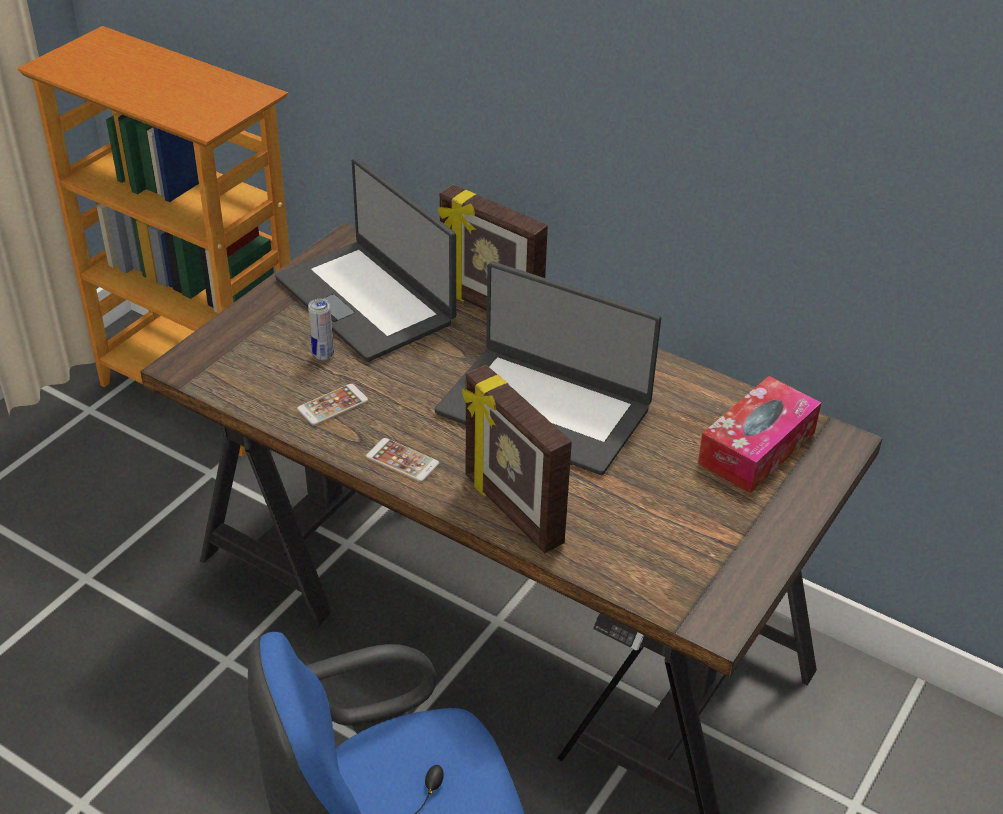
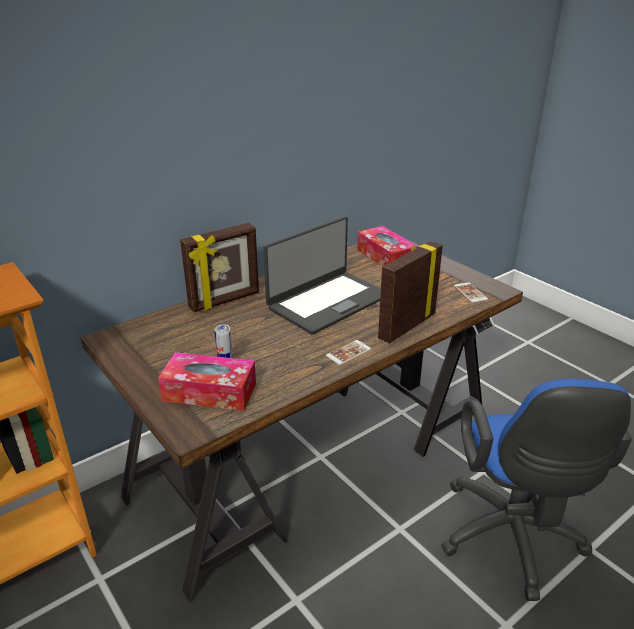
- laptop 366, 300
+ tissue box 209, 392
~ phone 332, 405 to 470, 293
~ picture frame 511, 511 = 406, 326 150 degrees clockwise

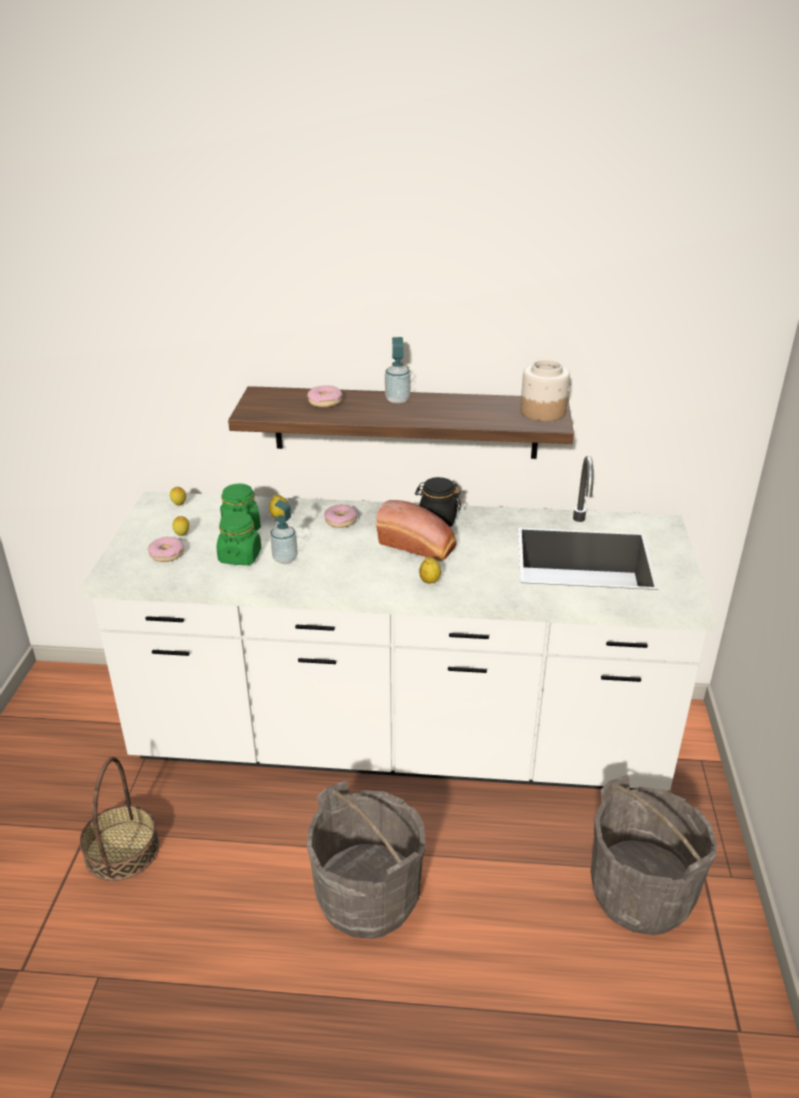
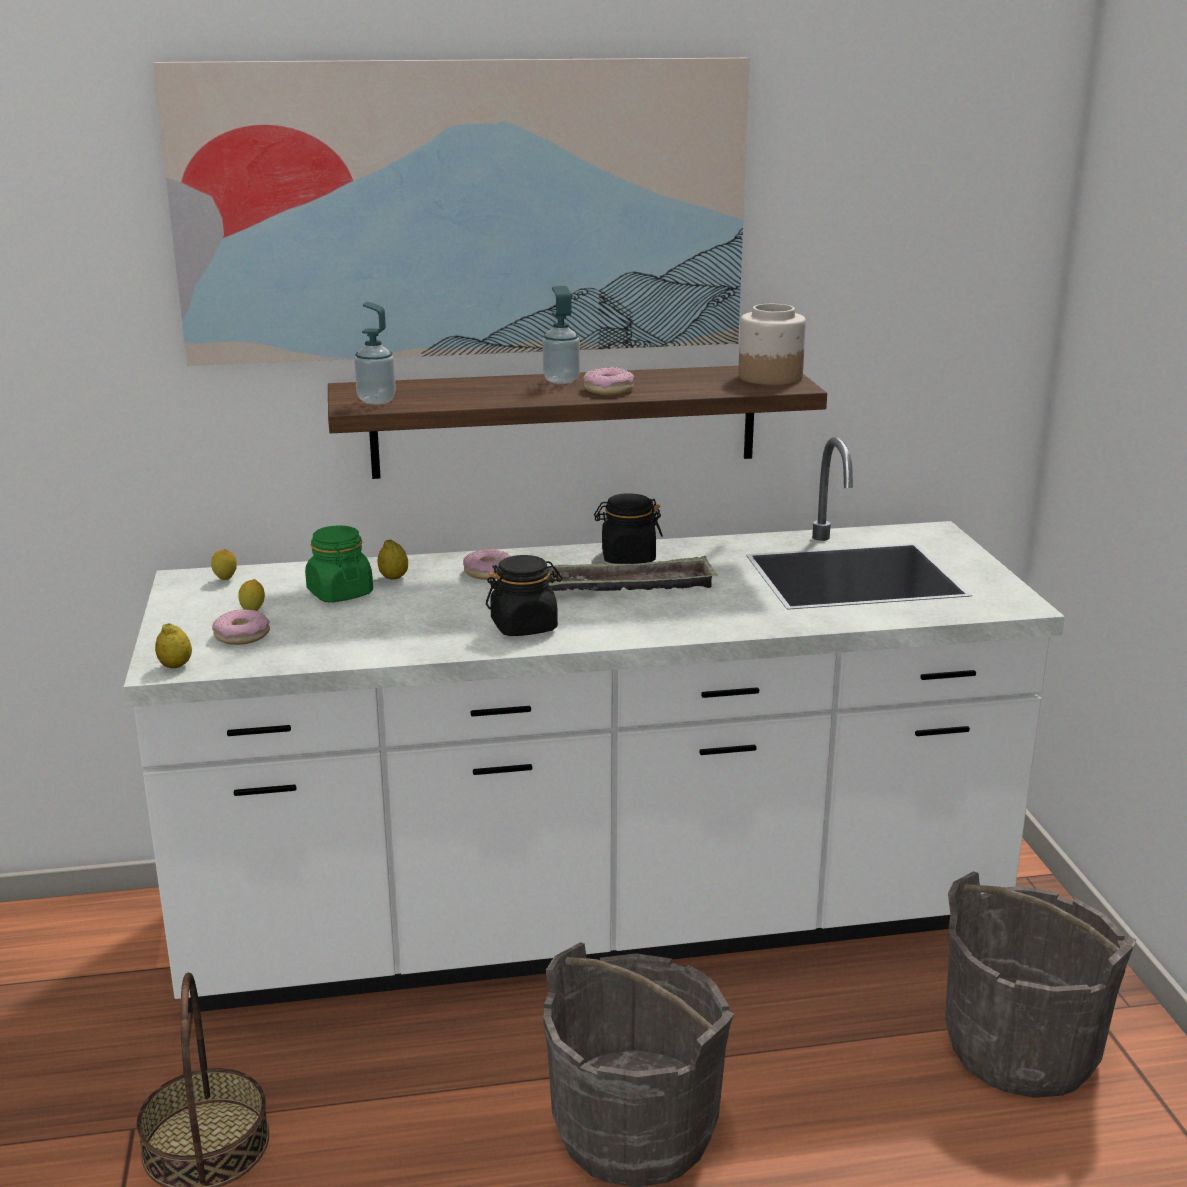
- jar in green 240, 556
+ picture 465, 211
+ jar in black 524, 626
~ soap dispenser 285, 558 to 376, 400
~ donut 325, 402 to 608, 390
~ lemon 429, 581 to 175, 666
~ bread 419, 546 to tray 620, 587

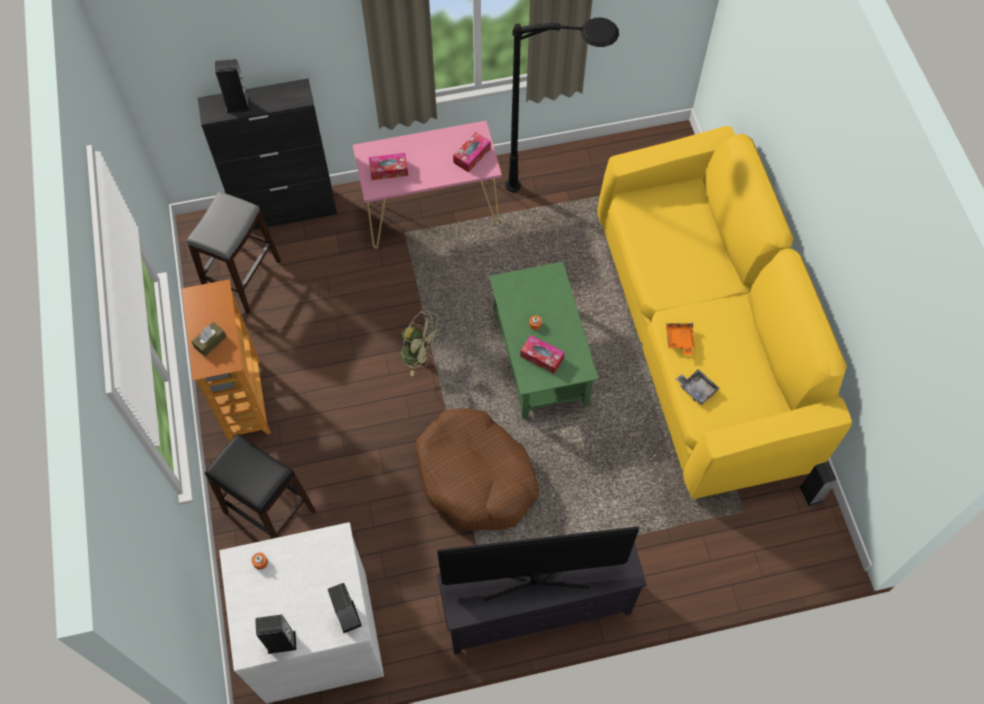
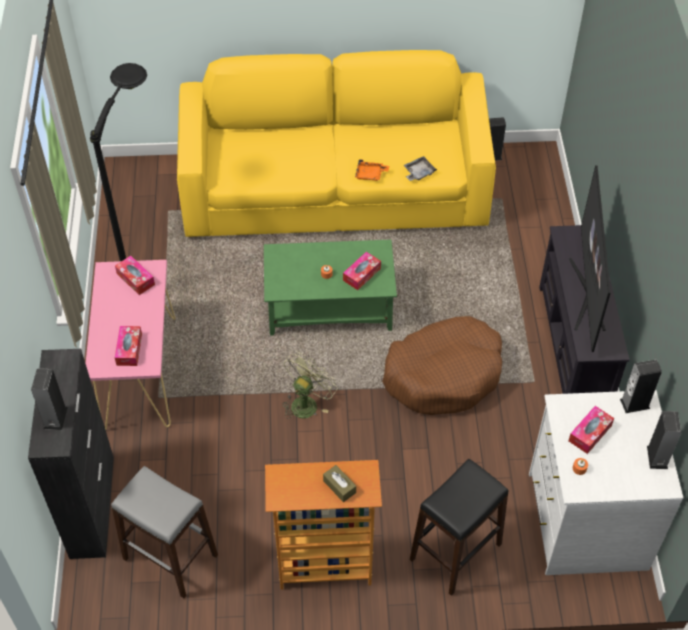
+ tissue box 590, 433

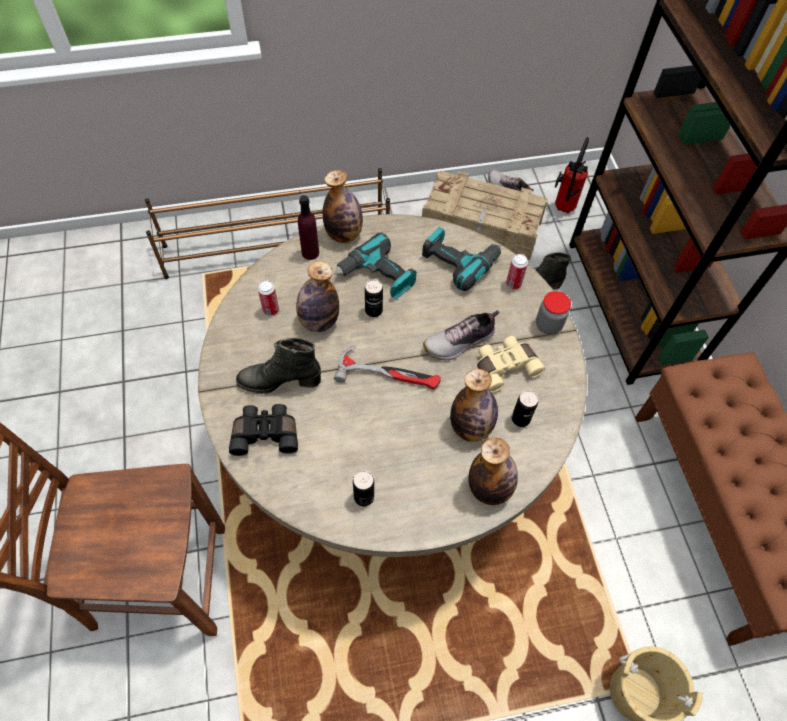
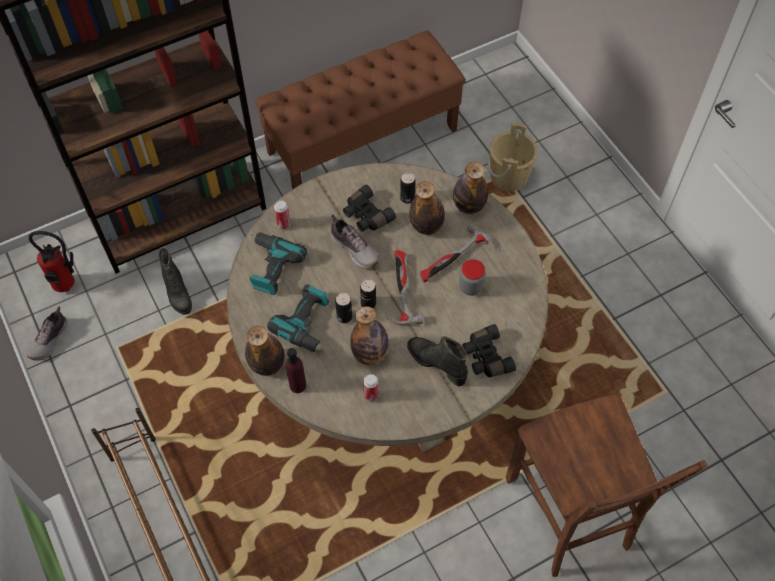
- crate 482, 227
+ hammer 454, 259
~ can 364, 497 to 368, 303
~ jar 548, 325 to 470, 287
~ binoculars in beige 504, 366 to binoculars in black 366, 215
~ boot in black 280, 381 = 437, 363 150 degrees clockwise

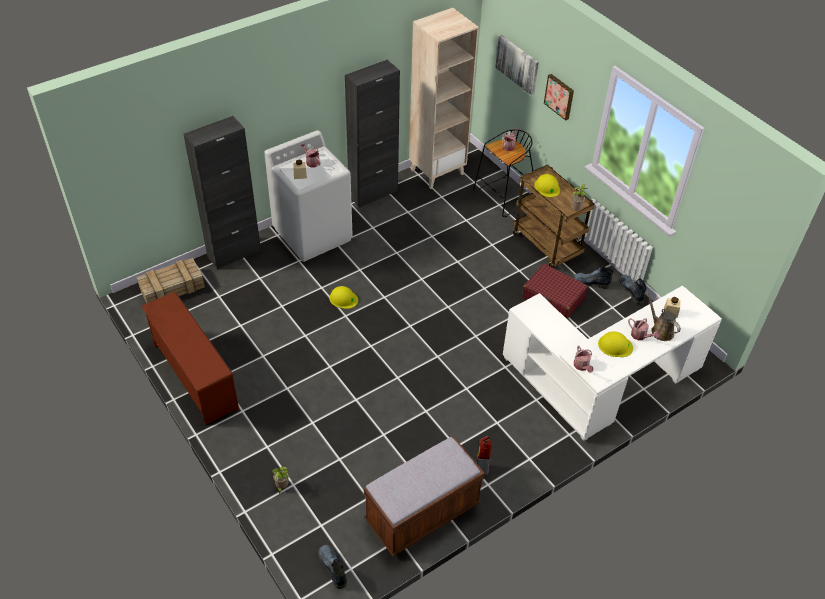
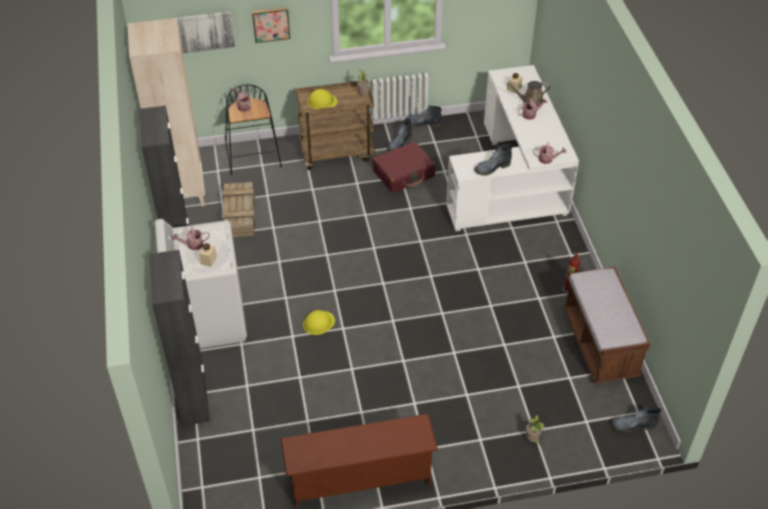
- hard hat in yellow 615, 345
+ boot 491, 168
~ crate 171, 288 to 240, 216

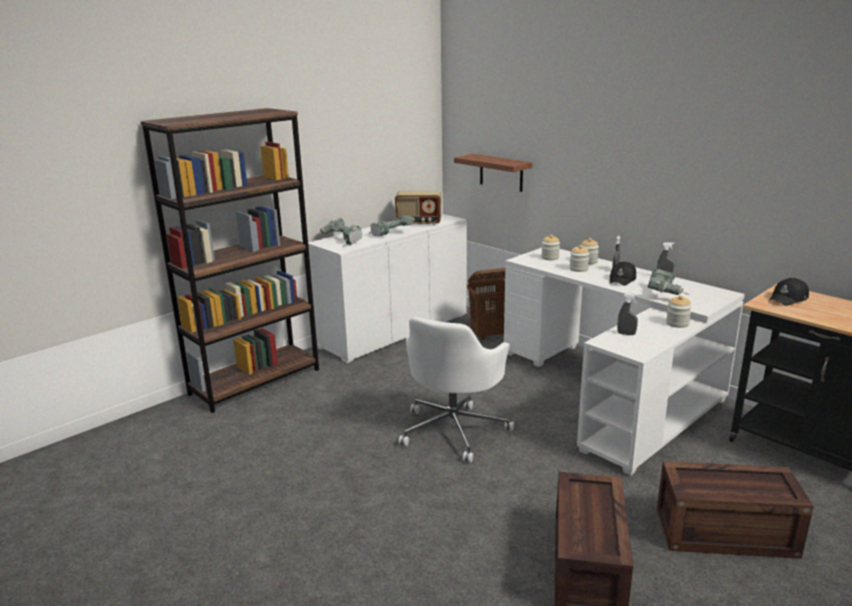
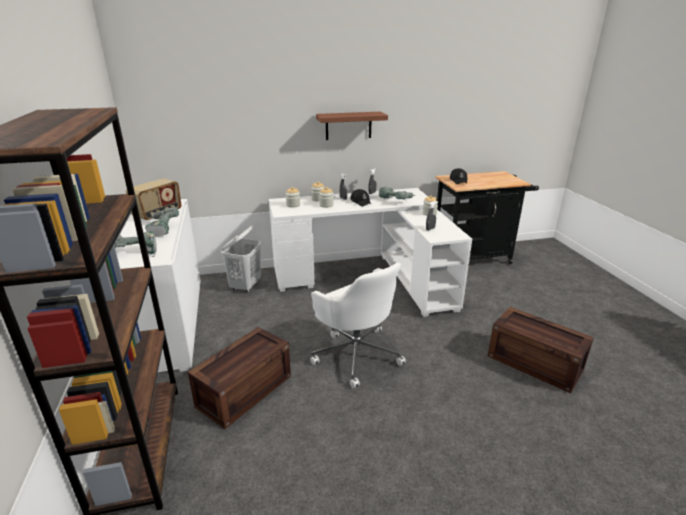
~ shelf 501, 172 to 348, 125
~ crate 726, 531 to 245, 389
~ laundry basket in brown 490, 335 to laundry basket in white 246, 286

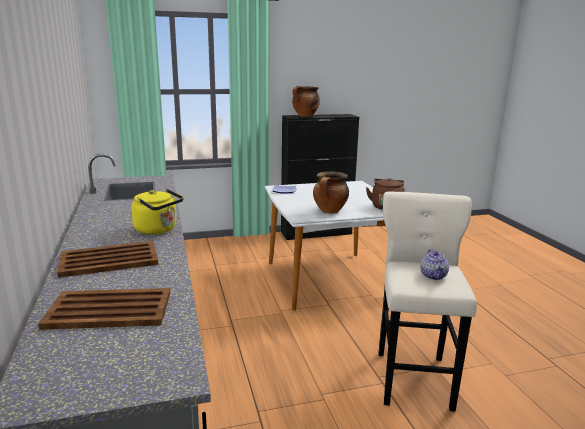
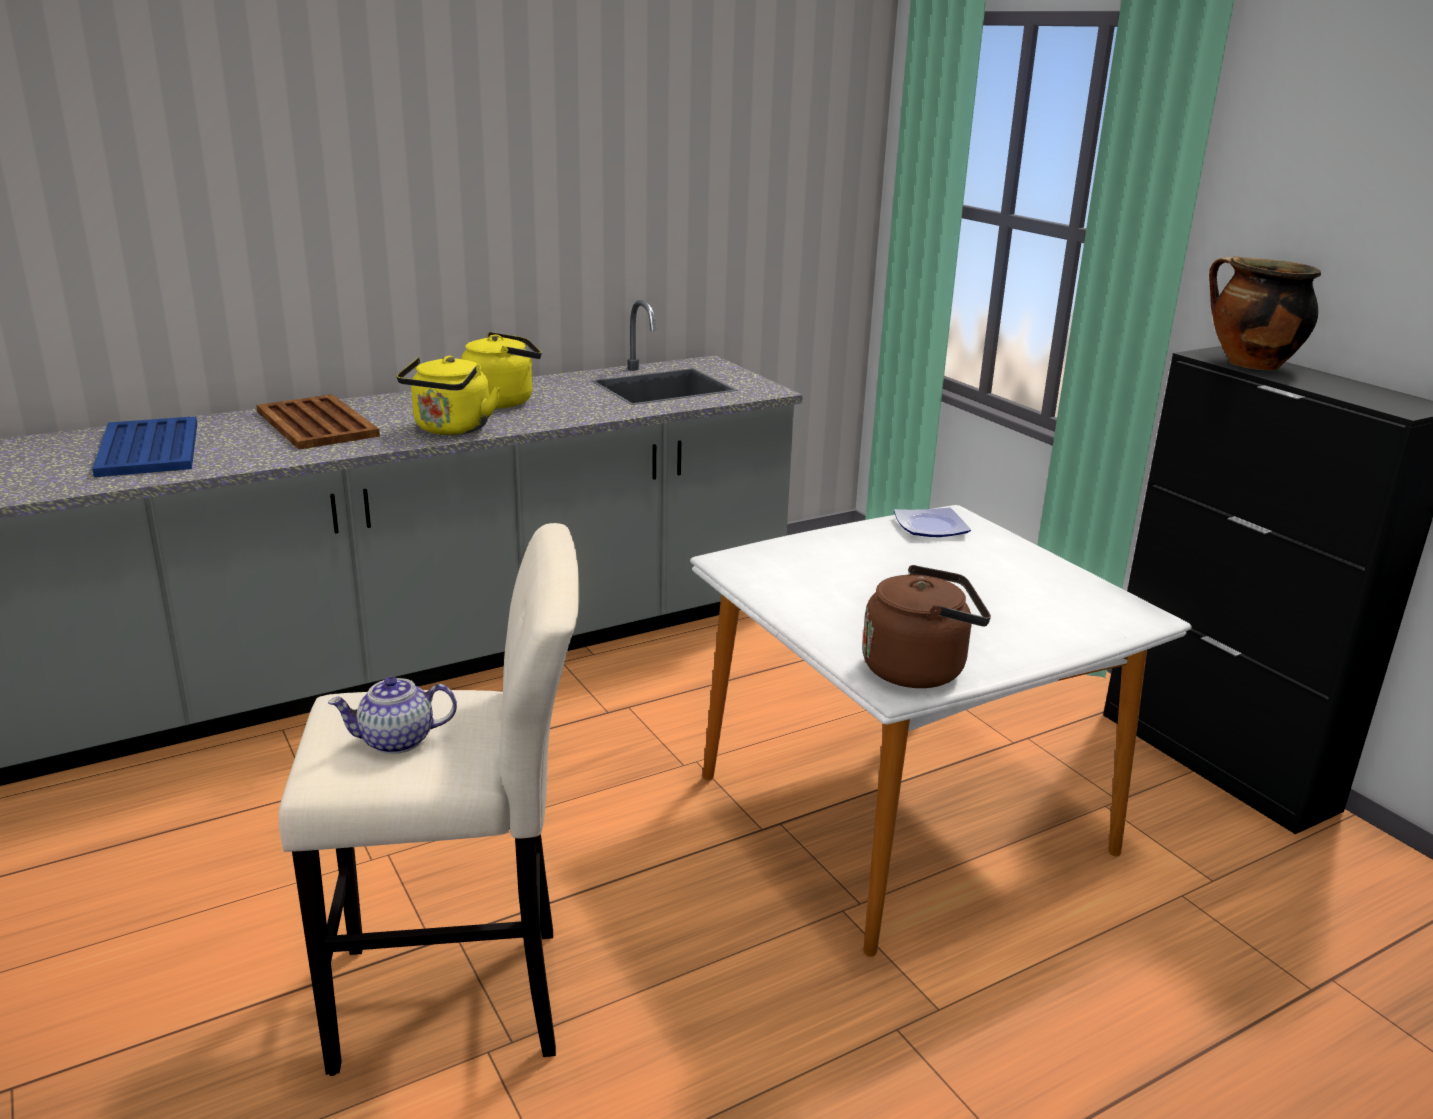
- cooking pot 330, 211
+ kettle in yellow 503, 401
~ tray in brown 110, 310 to tray in blue 148, 449

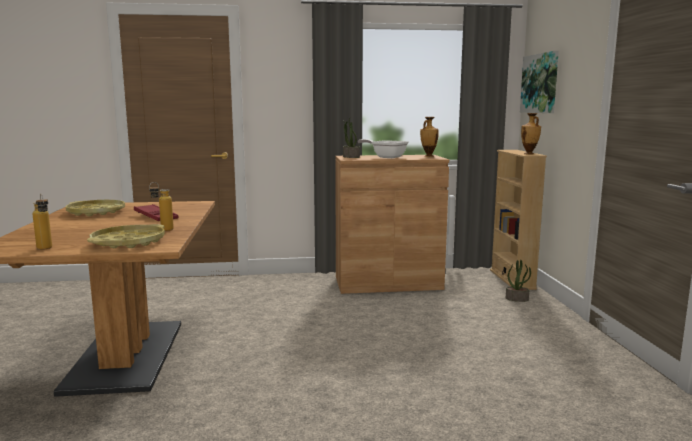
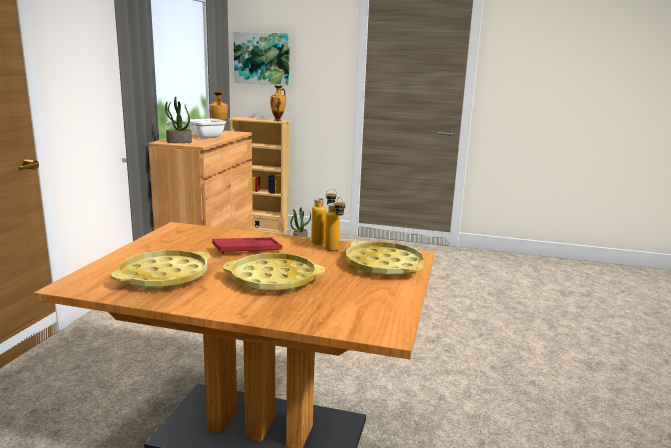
+ tray in yellow 273, 279
~ bottle 46, 249 to 323, 242

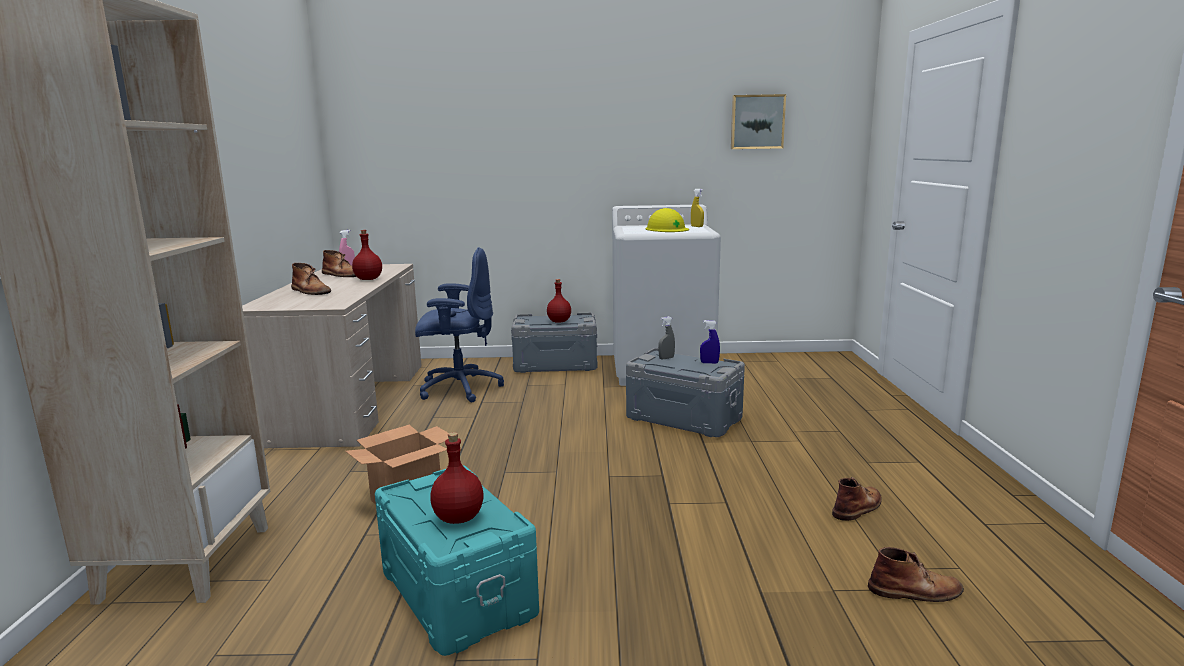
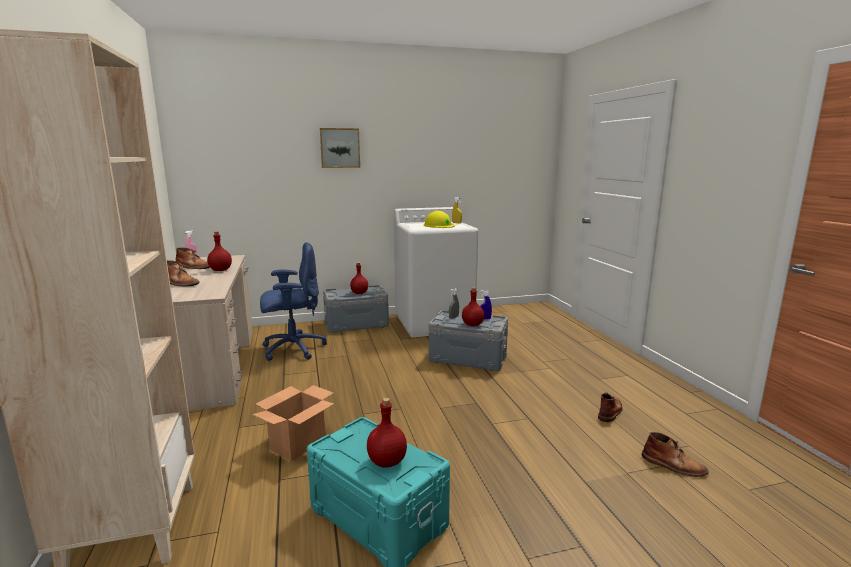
+ bottle in red 472, 324
~ picture 757, 122 to 340, 148
~ boot in brown 916, 591 = 674, 465 45 degrees clockwise

